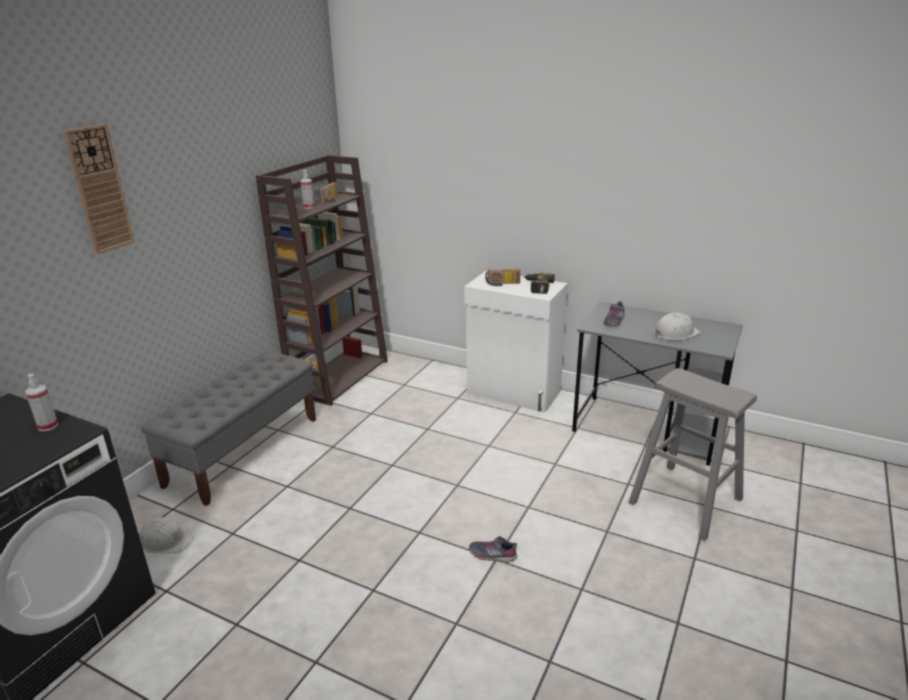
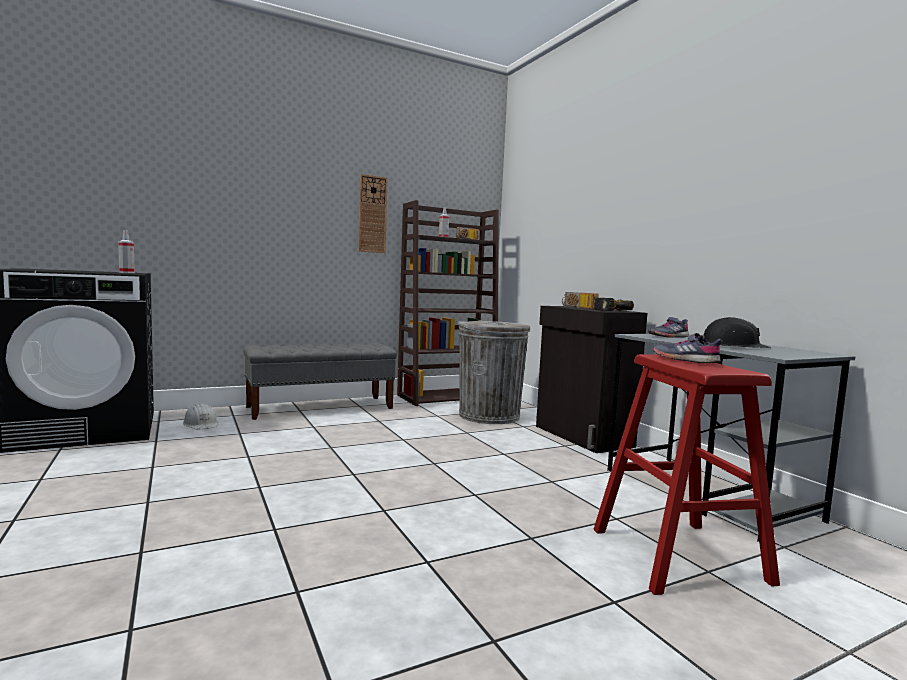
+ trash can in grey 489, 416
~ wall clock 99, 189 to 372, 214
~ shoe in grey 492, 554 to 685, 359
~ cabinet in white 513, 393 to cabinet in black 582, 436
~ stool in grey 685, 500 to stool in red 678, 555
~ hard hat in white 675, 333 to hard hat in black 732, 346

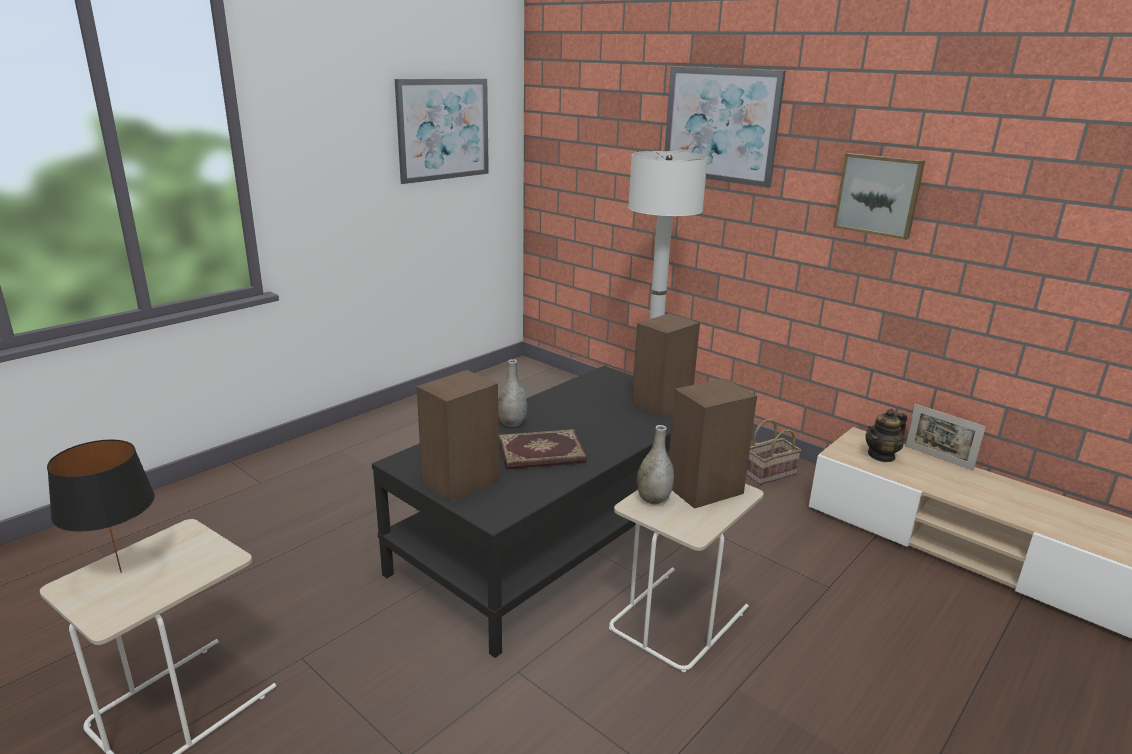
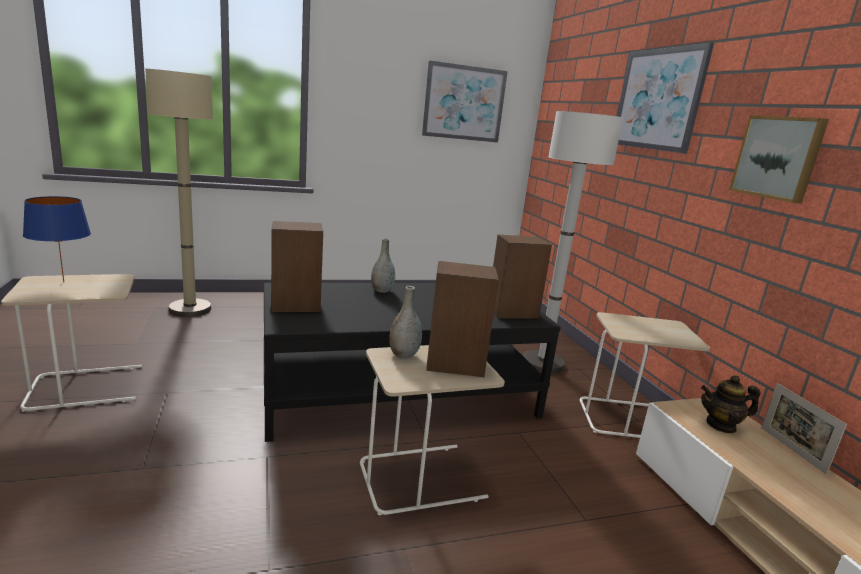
- book 541, 454
+ floor lamp in beige 190, 309
~ basket 769, 473 to side table in beige 628, 419
~ table lamp in black 121, 572 to table lamp in blue 63, 282

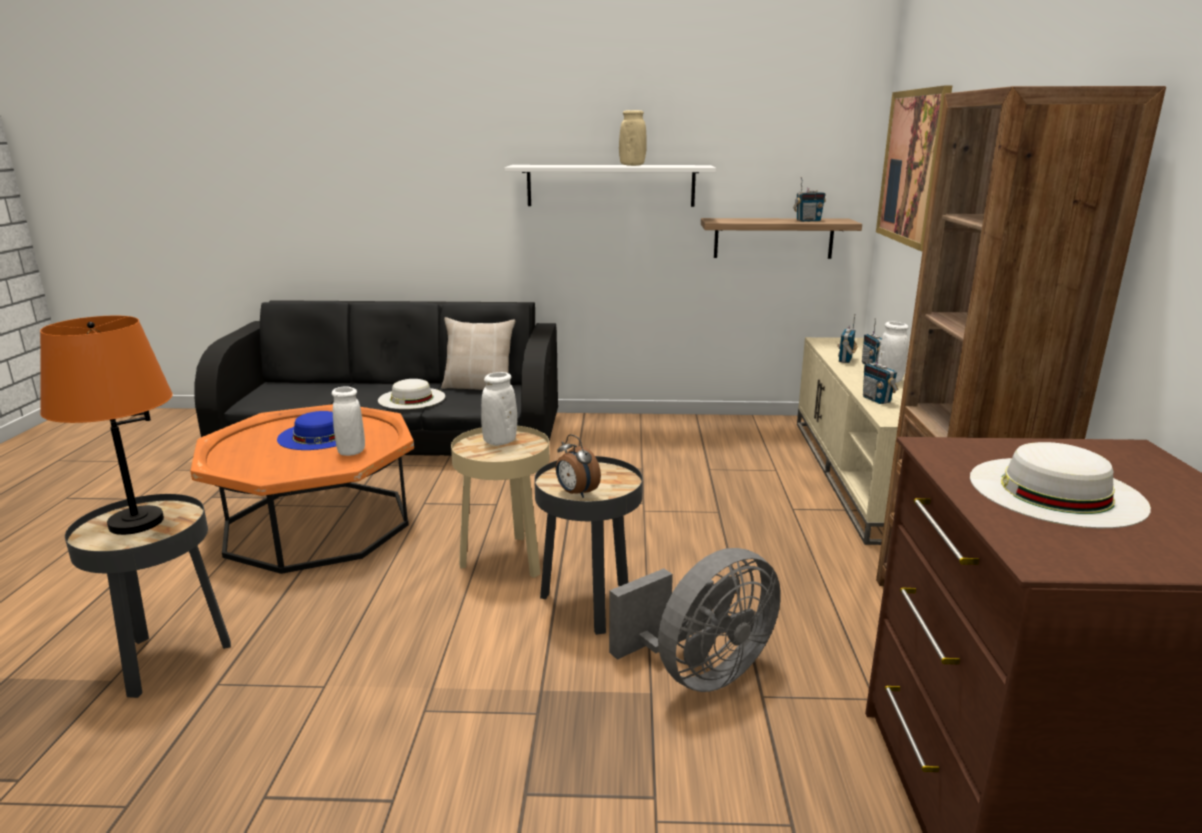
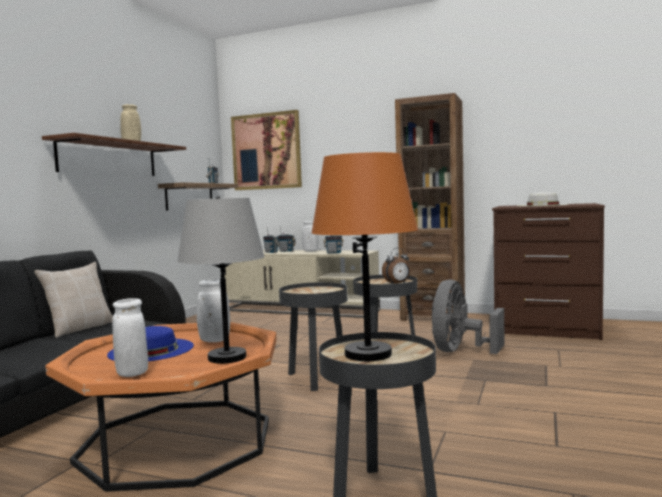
- hat in white 411, 398
+ table lamp in grey 227, 357
~ vase in white 500, 441 to 132, 373
~ side table in beige 506, 559 to side table in black 316, 378
~ shelf in white 610, 185 to shelf in brown 109, 158
~ fan in grey 700, 672 = 460, 351 135 degrees counterclockwise

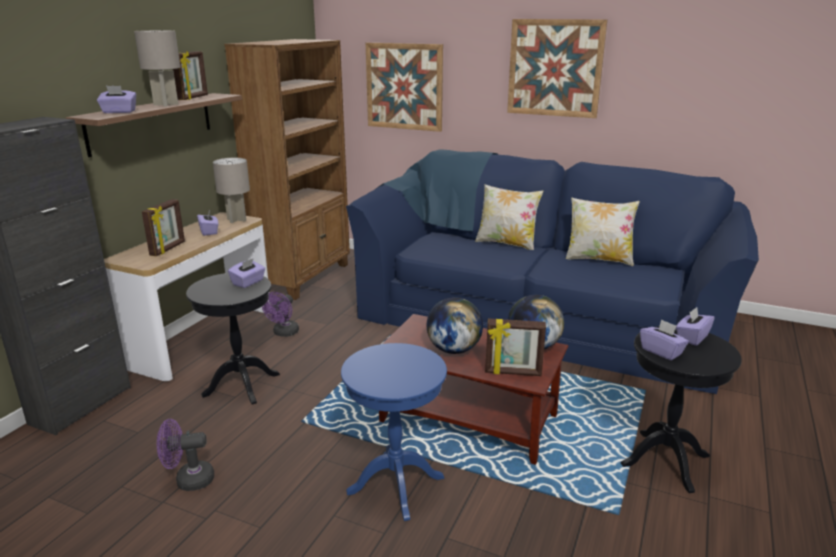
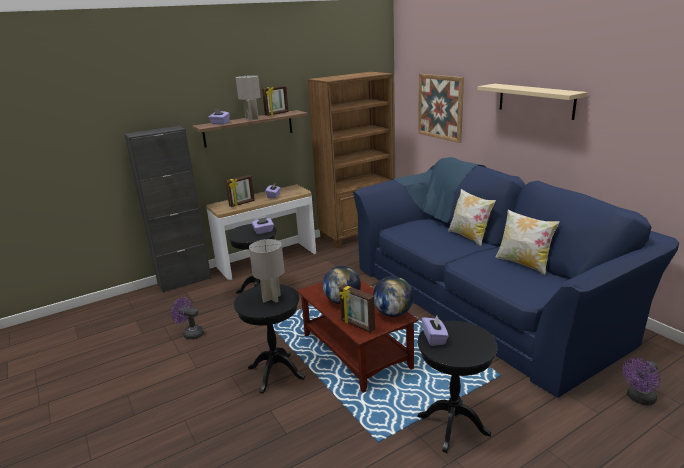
- tissue box in purple 692, 337
~ table lamp in grey 237, 220 to 272, 298
~ fan in purple 284, 333 to 639, 399
~ picture 555, 68 to shelf in beige 535, 101
~ side table in blue 396, 485 to side table in black 276, 373

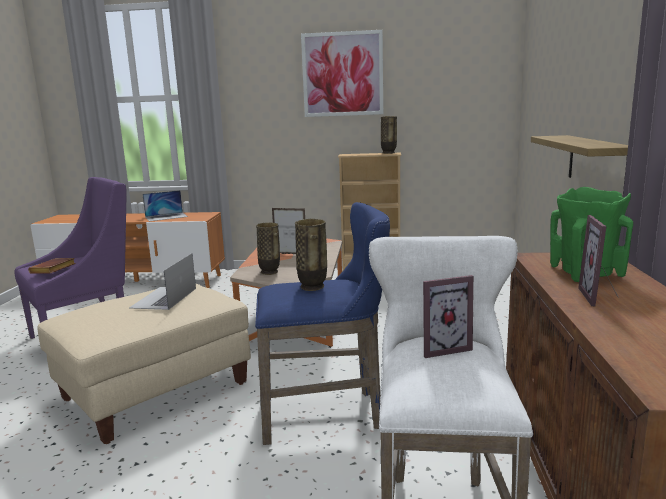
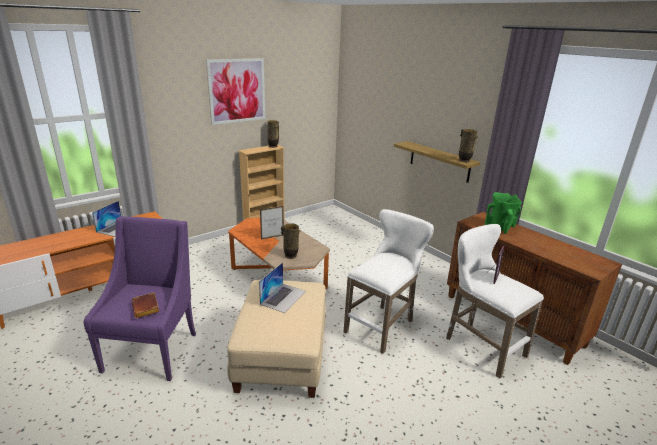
- picture frame 601, 297
~ vase 312, 287 to 464, 160
~ stool in blue 327, 414 to stool in white 383, 325
~ laptop 164, 298 = 283, 297 120 degrees counterclockwise

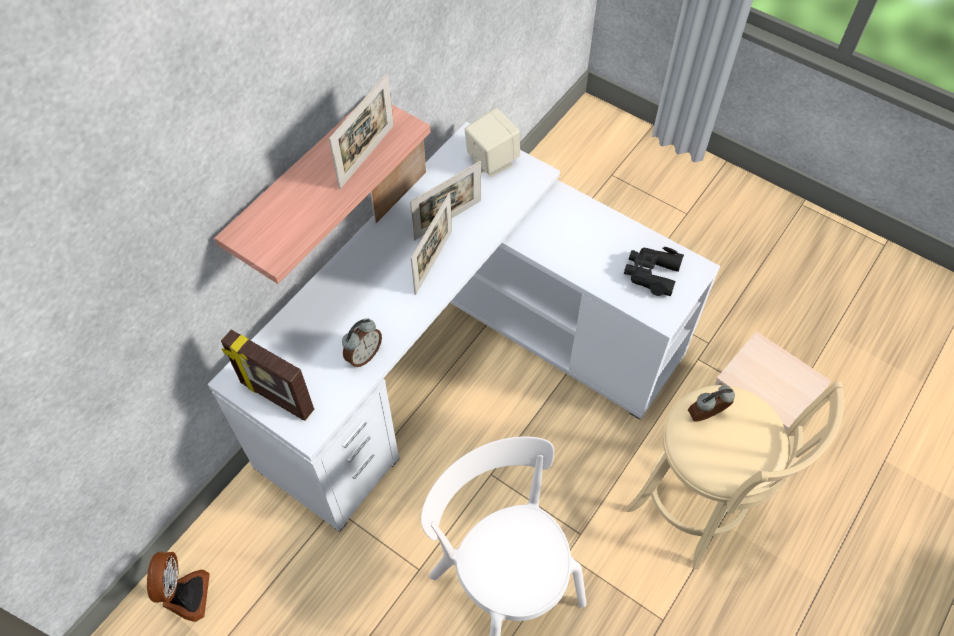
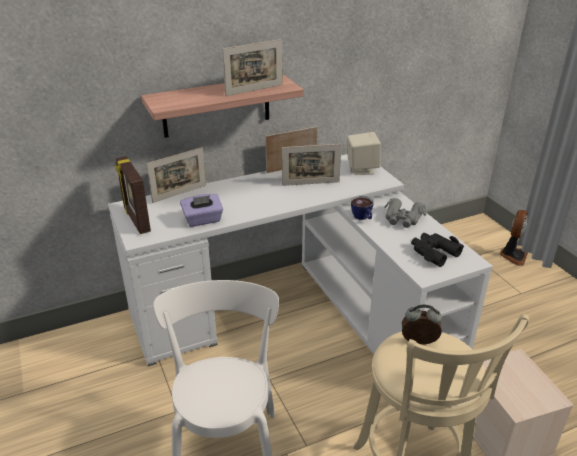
+ cup 362, 218
+ binoculars in grey 403, 218
~ fan 185, 595 to 512, 255
~ picture frame 433, 262 to 179, 194
~ alarm clock 363, 355 to tissue box in purple 203, 220

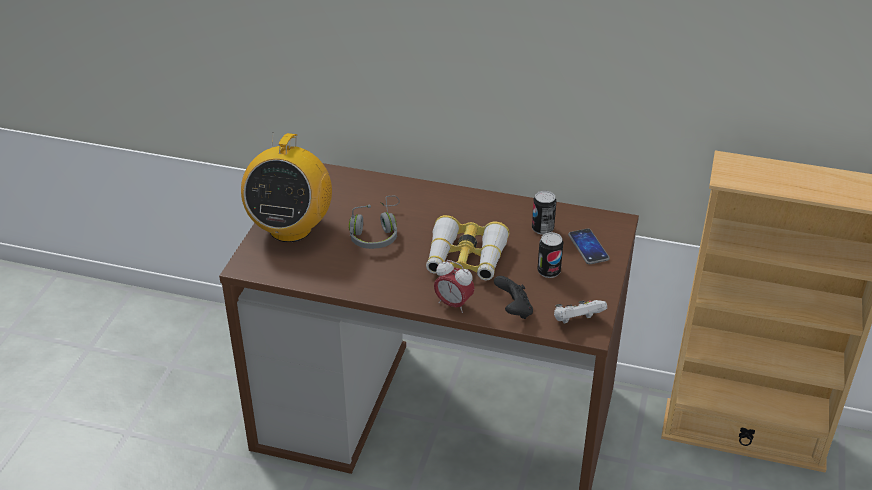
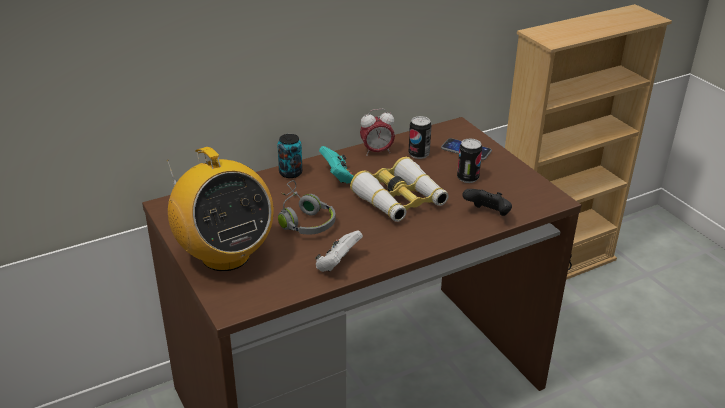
+ can 290, 173
+ game controller in turquoise 337, 177
~ alarm clock 453, 304 to 376, 152
~ game controller in white 576, 321 to 337, 264

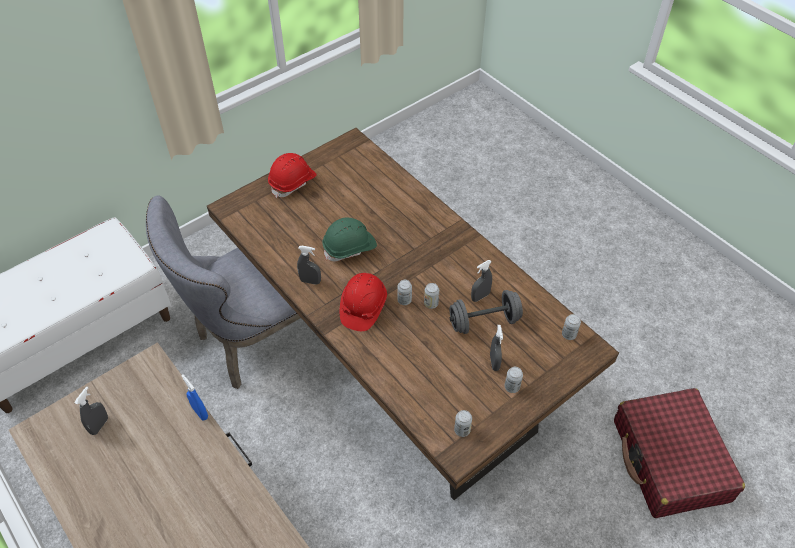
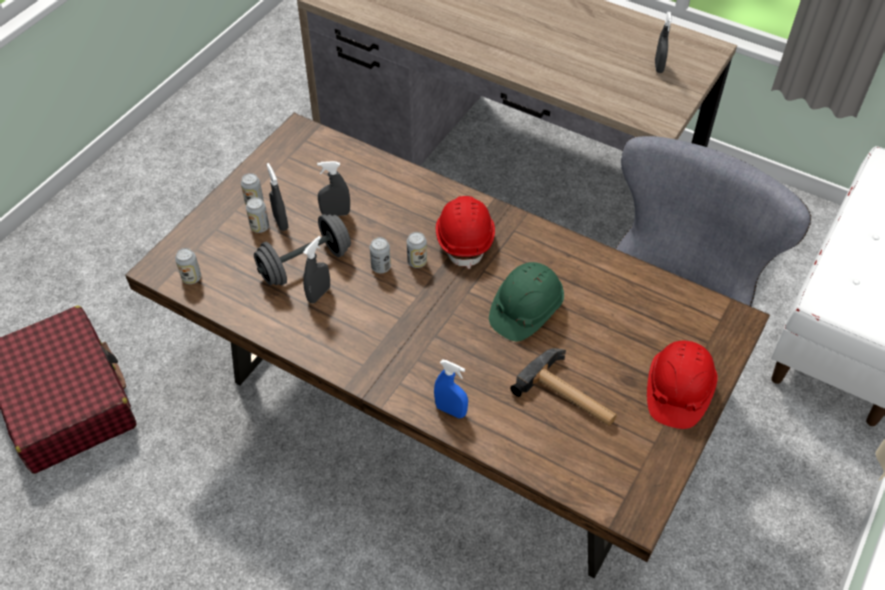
+ hammer 570, 396
~ spray bottle in blue 200, 412 to 450, 410
~ spray bottle in grey 310, 281 to 335, 213
~ can 462, 430 to 260, 227

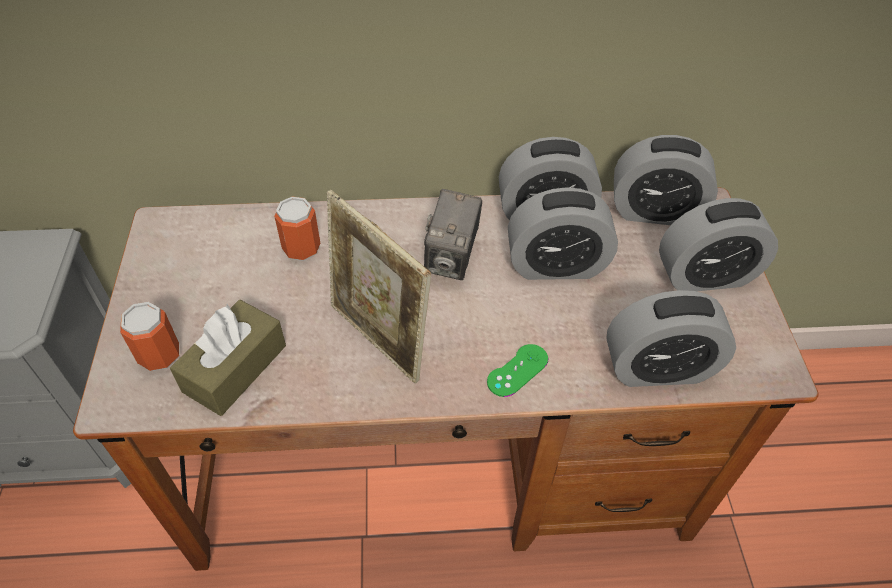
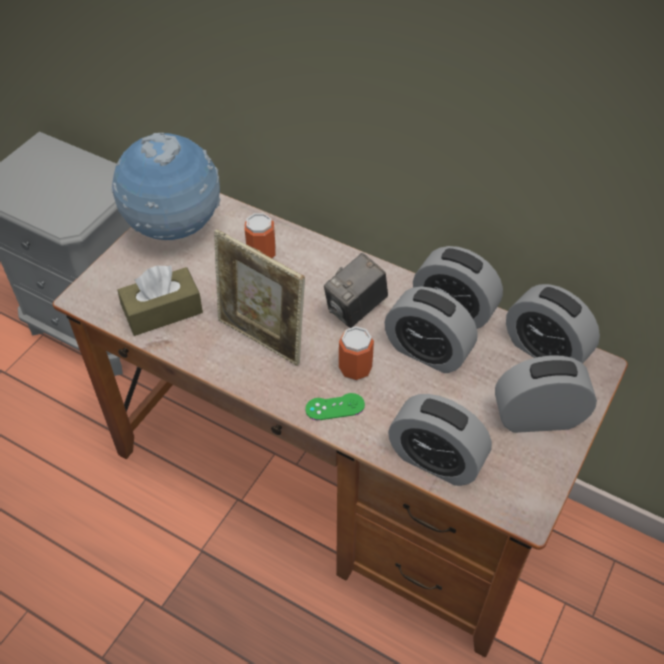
+ globe 174, 230
~ can 159, 355 to 355, 368
~ picture frame 379, 340 = 262, 339 45 degrees counterclockwise
~ alarm clock 705, 276 = 538, 417 150 degrees clockwise

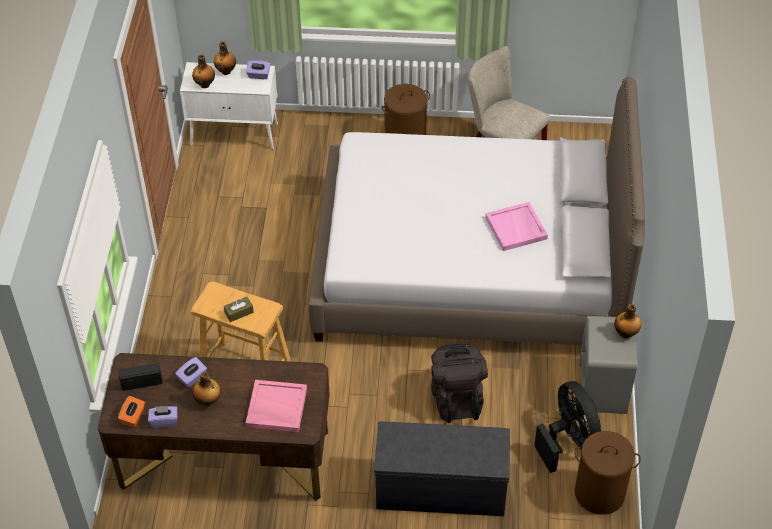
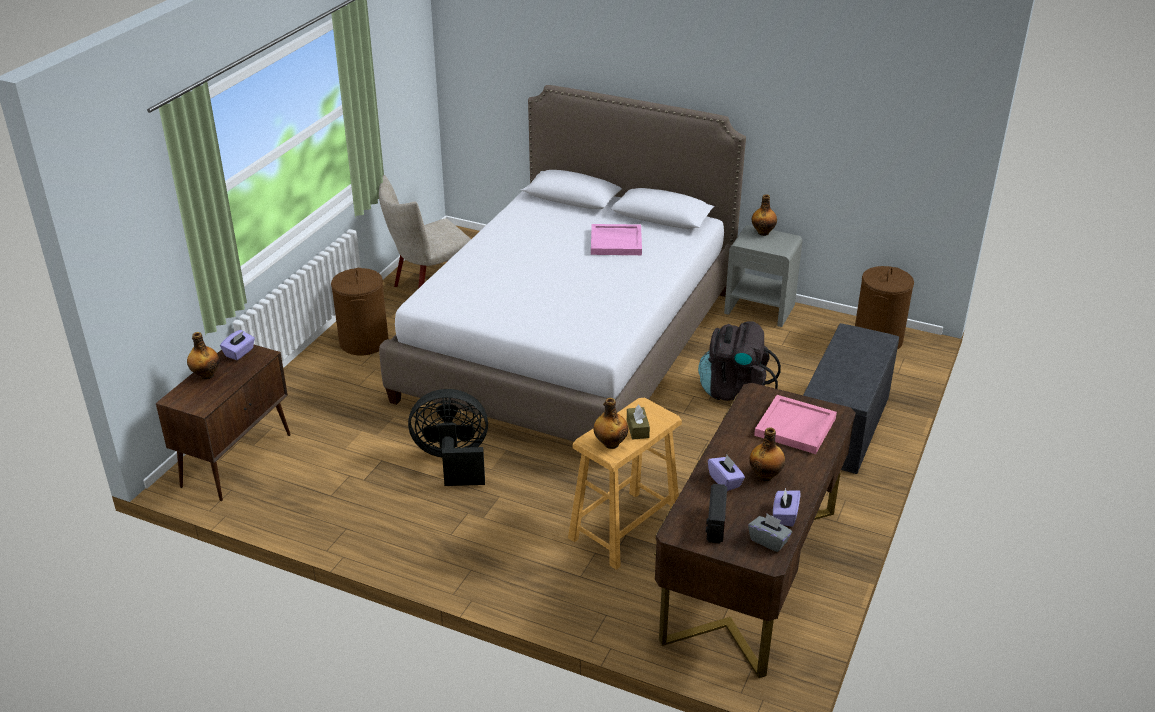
~ bottle 205, 84 to 610, 443
~ fan in black 568, 440 to 453, 461
~ tissue box in orange 133, 417 to tissue box in grey 769, 541
~ cabinet in white 235, 134 to cabinet in brown 237, 459

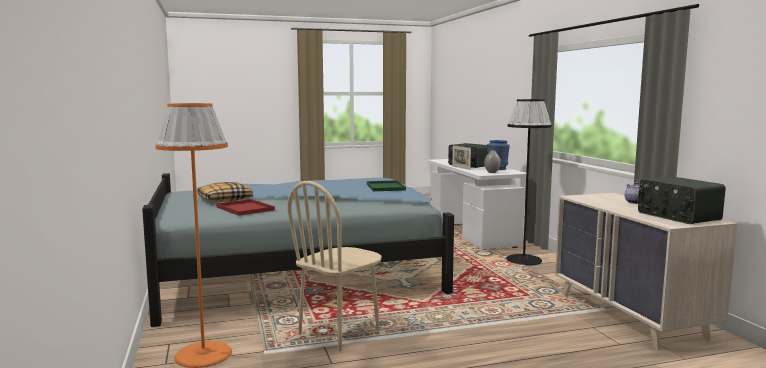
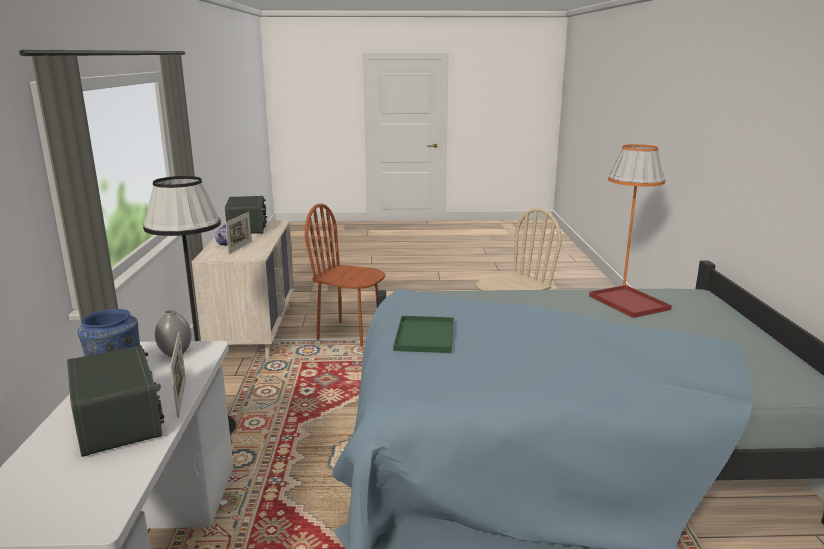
- pillow 224, 199
+ picture frame 240, 247
+ chair in brown 350, 334

